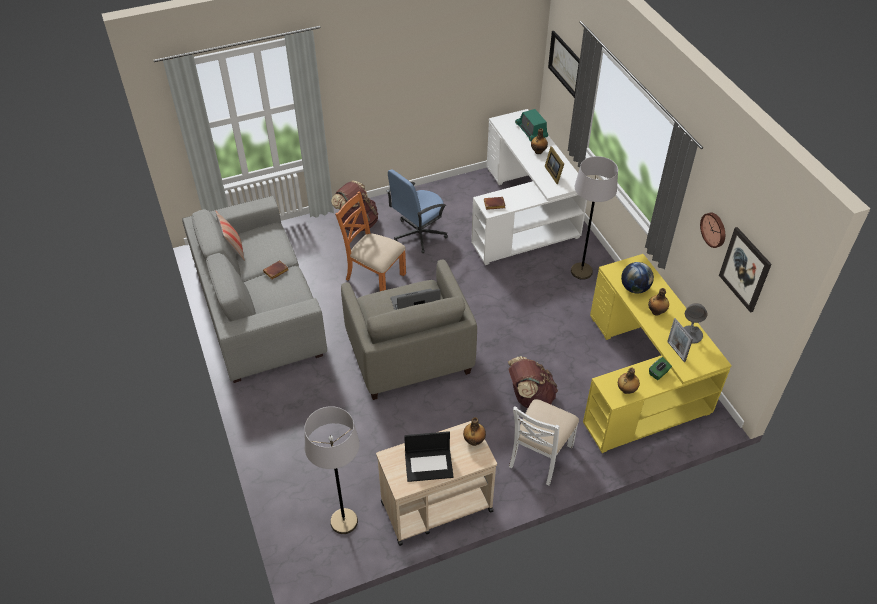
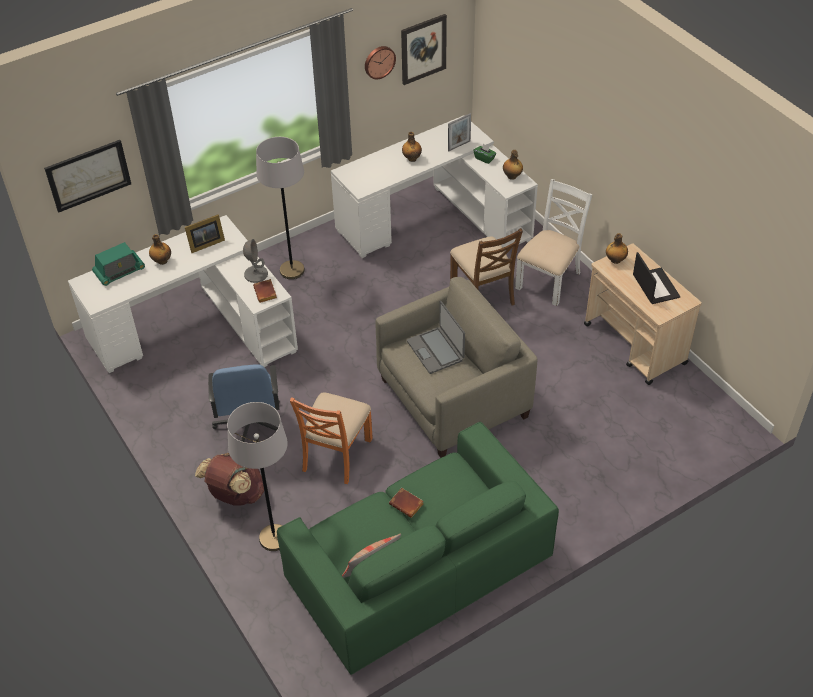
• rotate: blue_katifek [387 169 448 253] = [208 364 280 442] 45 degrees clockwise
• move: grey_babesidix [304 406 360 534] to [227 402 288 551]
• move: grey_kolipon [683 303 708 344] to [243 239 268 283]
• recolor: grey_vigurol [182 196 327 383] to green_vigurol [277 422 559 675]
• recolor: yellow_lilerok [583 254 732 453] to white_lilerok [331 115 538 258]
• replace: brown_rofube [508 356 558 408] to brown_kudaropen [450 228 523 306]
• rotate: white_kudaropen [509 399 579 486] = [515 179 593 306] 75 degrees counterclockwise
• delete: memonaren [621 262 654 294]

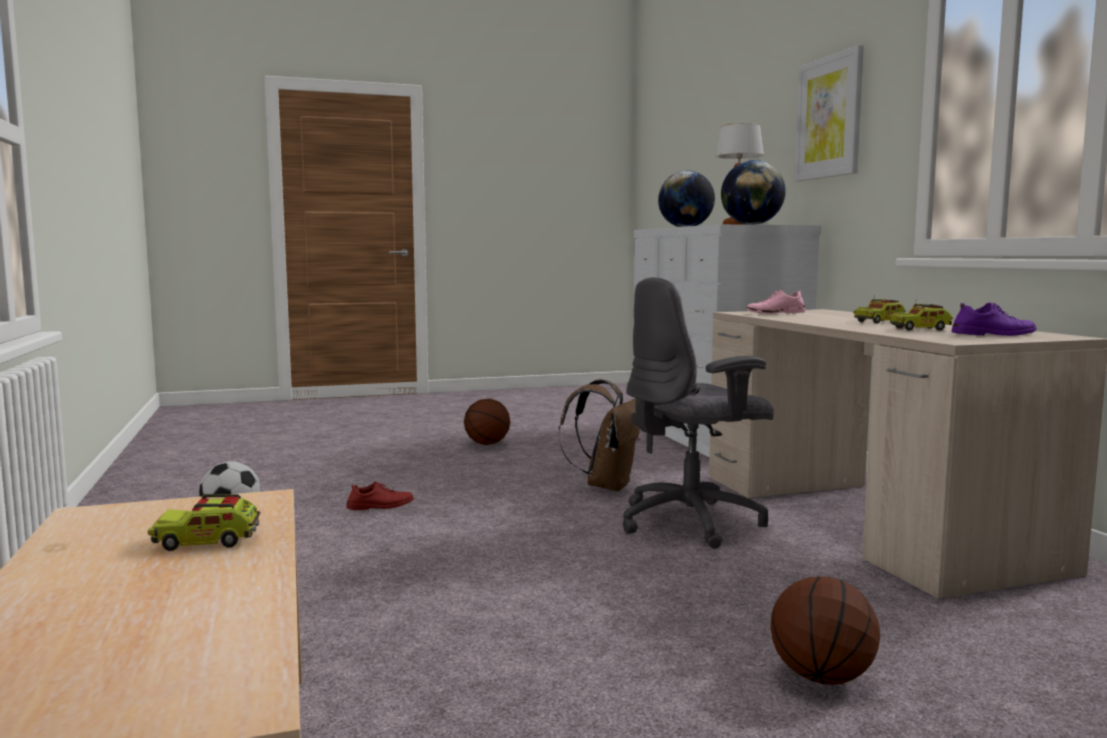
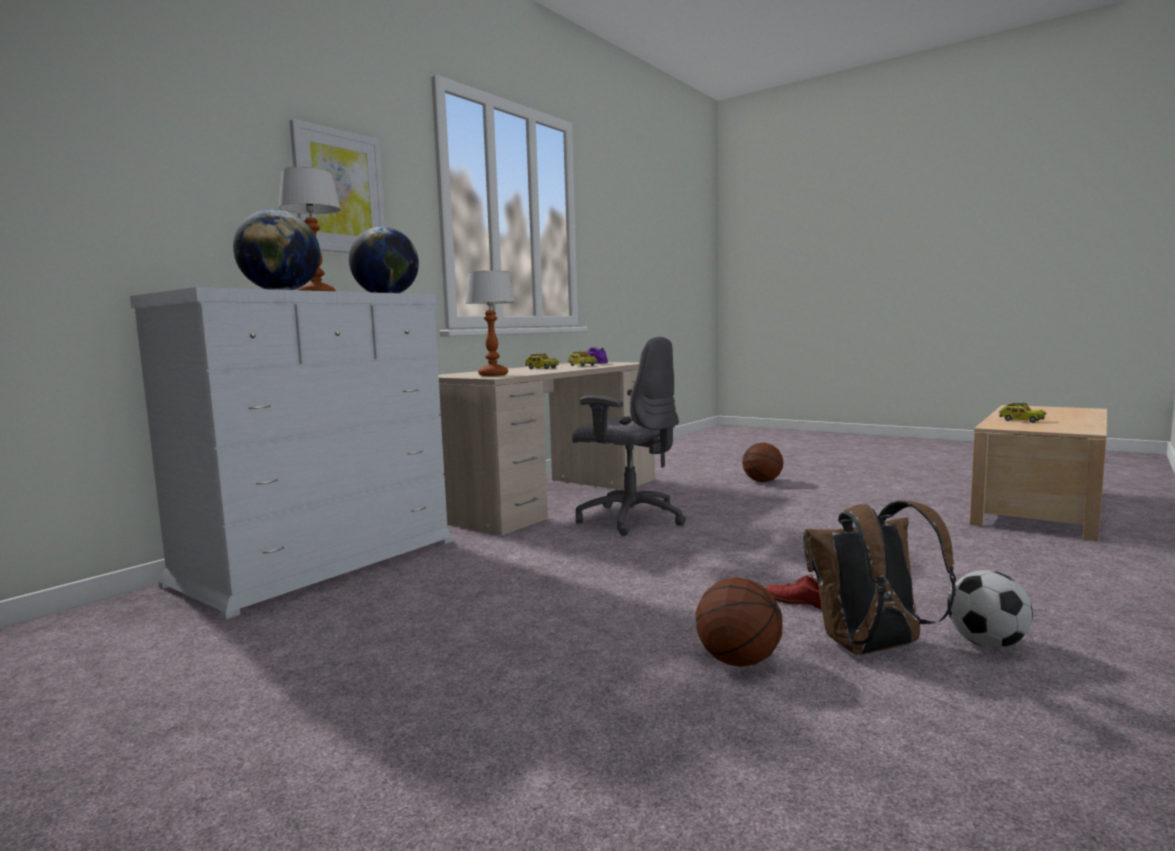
• replace: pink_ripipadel [746 290 805 314] to kolipon [465 270 514 376]
• move: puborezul [464 398 510 445] to [696 577 782 667]
• move: brown_rofube [558 379 640 492] to [803 500 956 655]

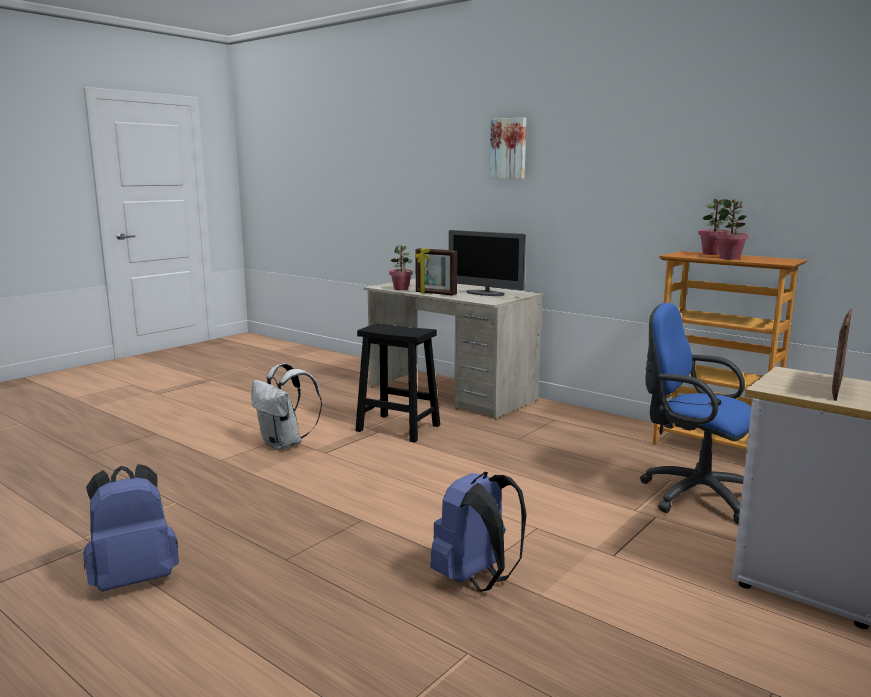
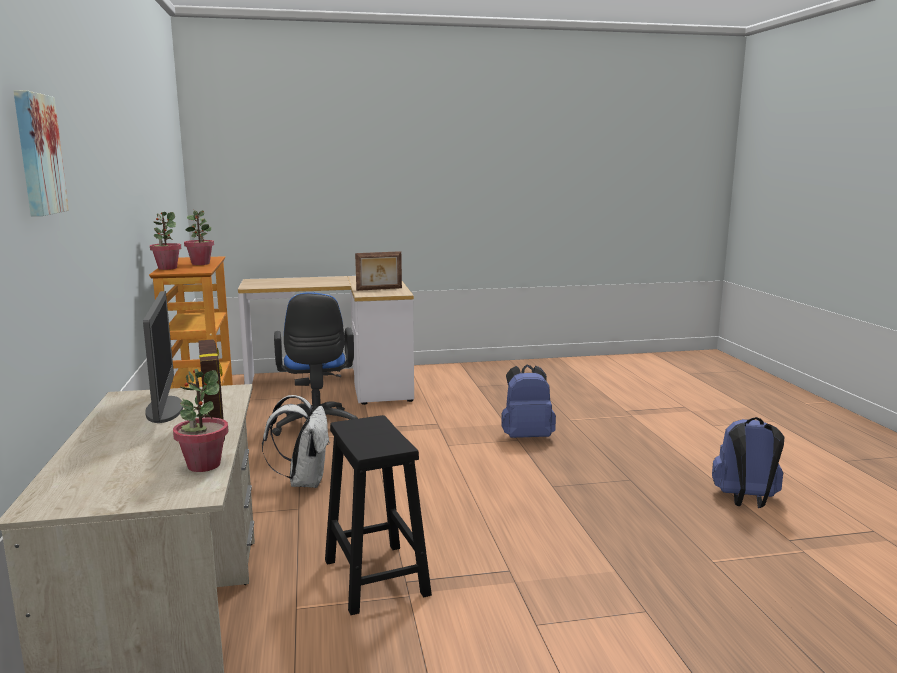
• move: white_rofube [252 363 322 450] to [262 395 329 488]

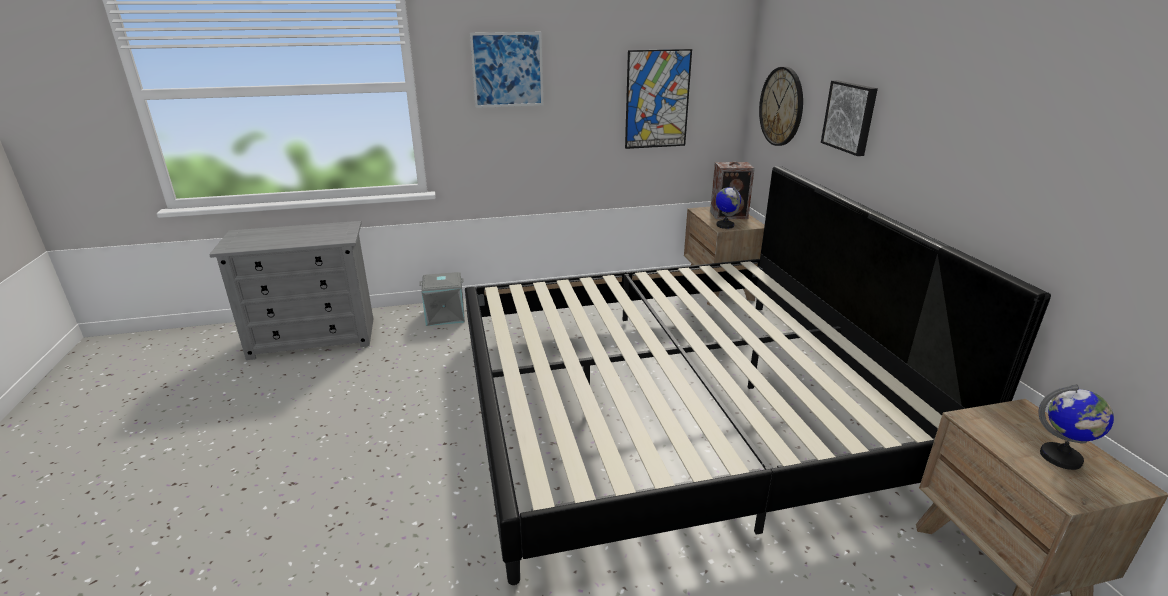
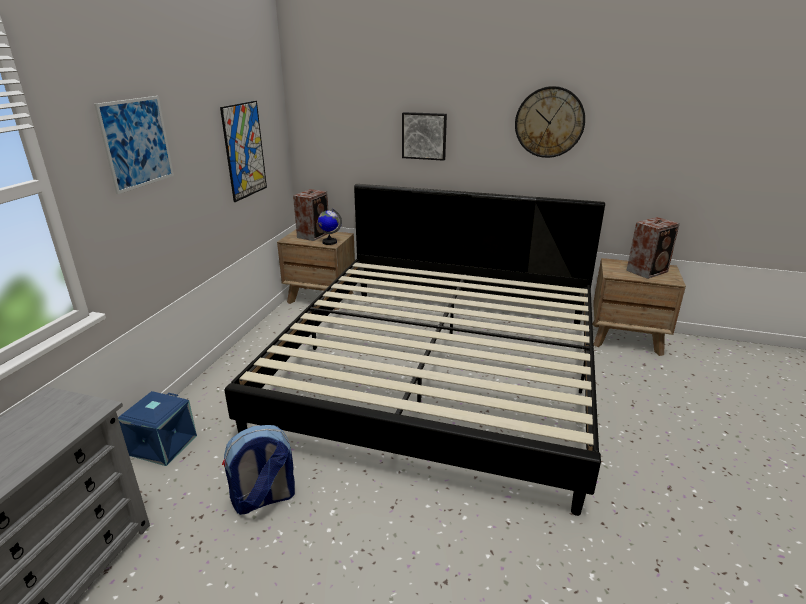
• recolor: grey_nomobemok [419 272 465 326] to blue_nomobemok [118 391 197 466]
• insert: rofube [222 425 295 515]
• move: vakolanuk [759 67 803 146] to [515 86 585 158]
• replace: memonaren [1038 384 1114 470] to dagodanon [626 217 680 279]

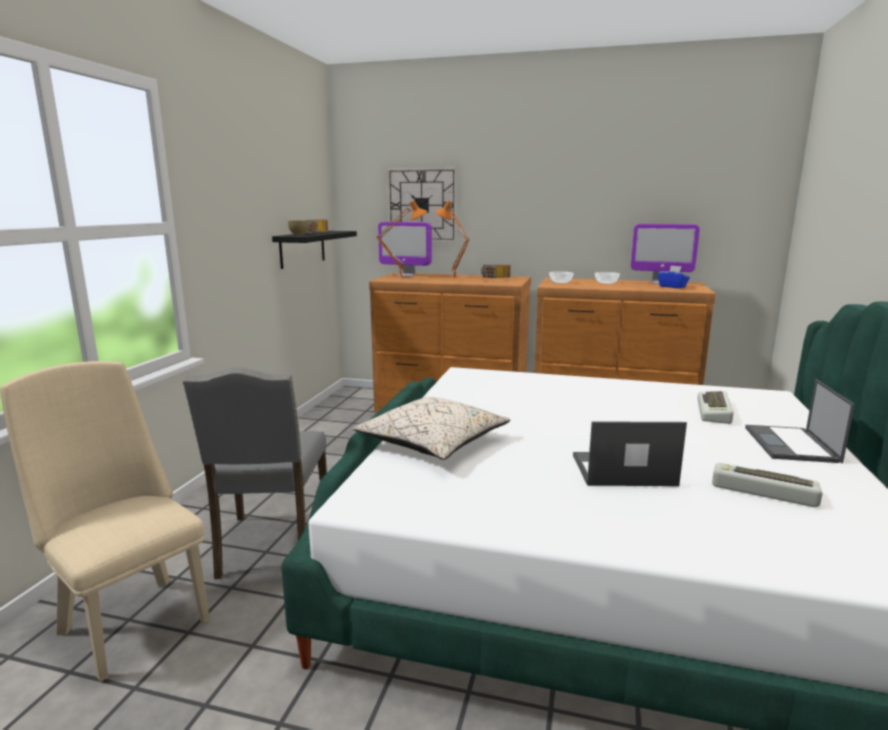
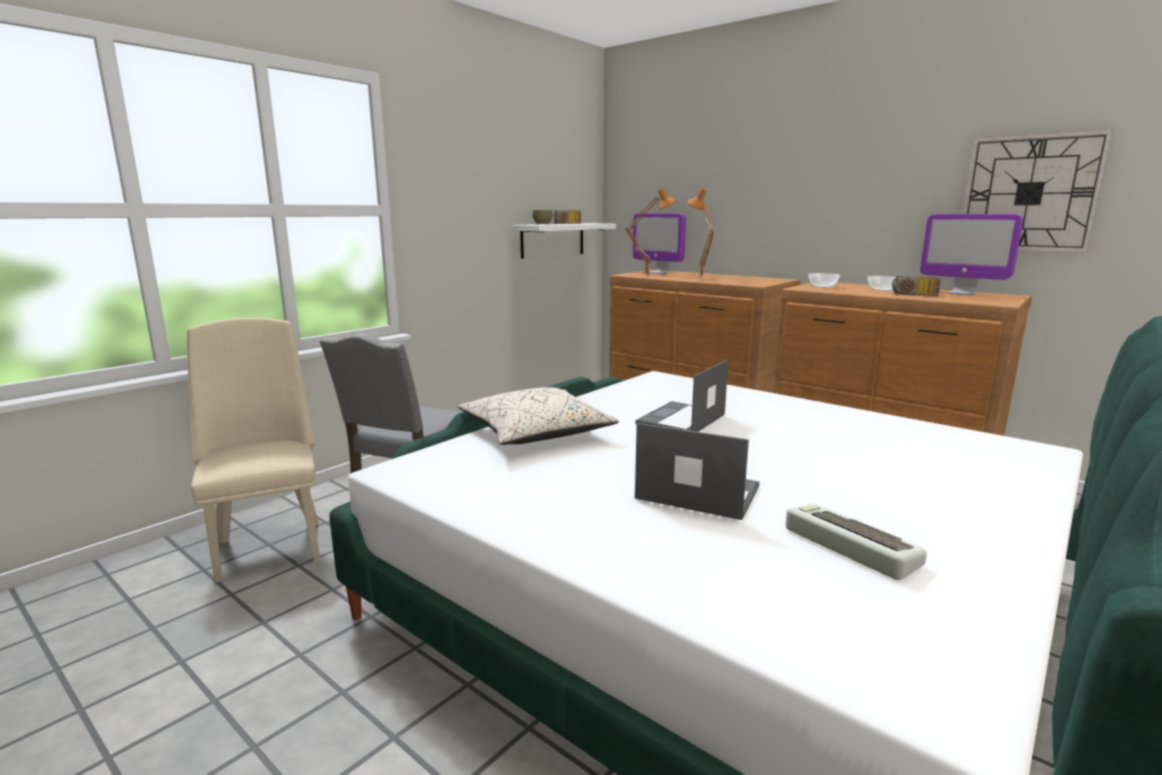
• recolor: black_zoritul [272 231 357 269] to white_zoritul [511 223 616 259]
• move: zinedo [745 379 855 463] to [635 360 728 432]
• move: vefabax [481 265 511 278] to [892 276 941 296]
• move: vakolanuk [386 167 457 243] to [962 130 1113 253]
• delete: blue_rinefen [658 265 690 288]
• delete: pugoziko [697 391 734 424]

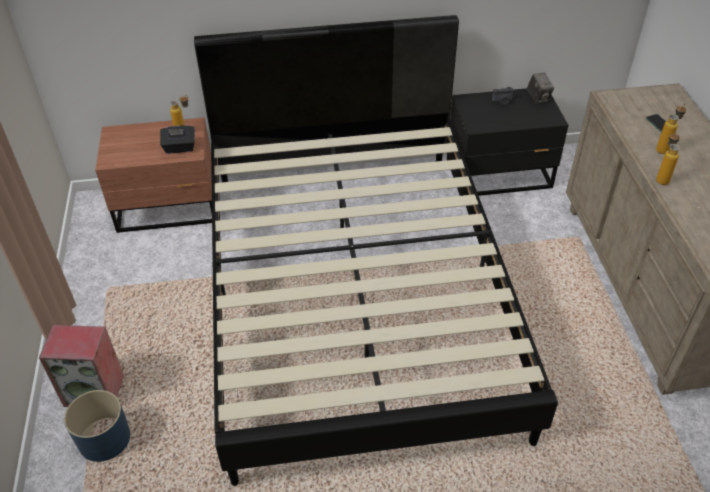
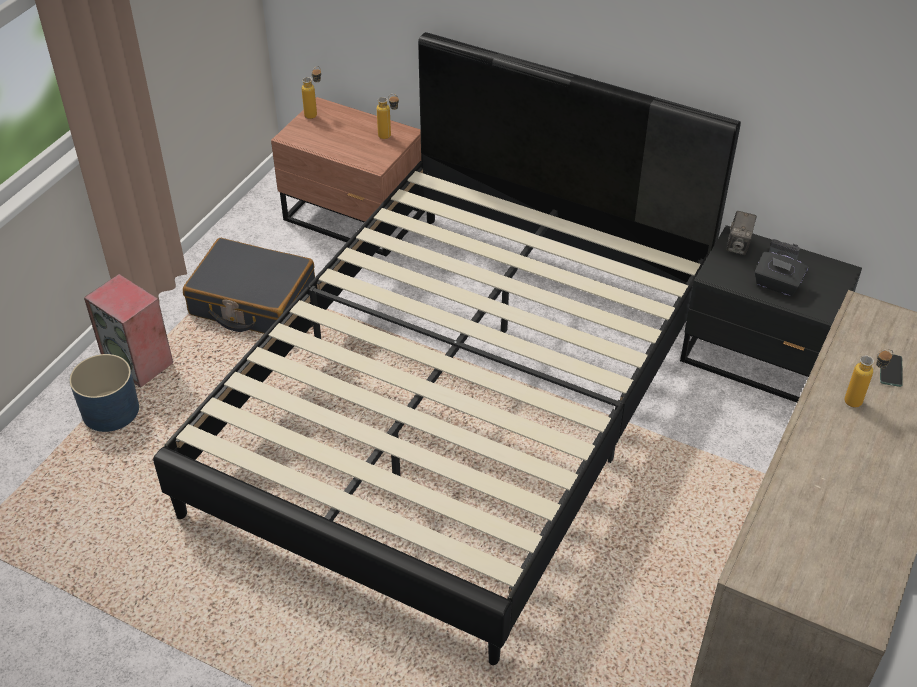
• insert: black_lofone [183 238 315 334]
• move: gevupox [656 130 680 185] to [302 66 321 119]
• move: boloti [527 73 554 104] to [726 211 757 255]
• move: black_rinefen [160 126 195 153] to [754 252 808 296]

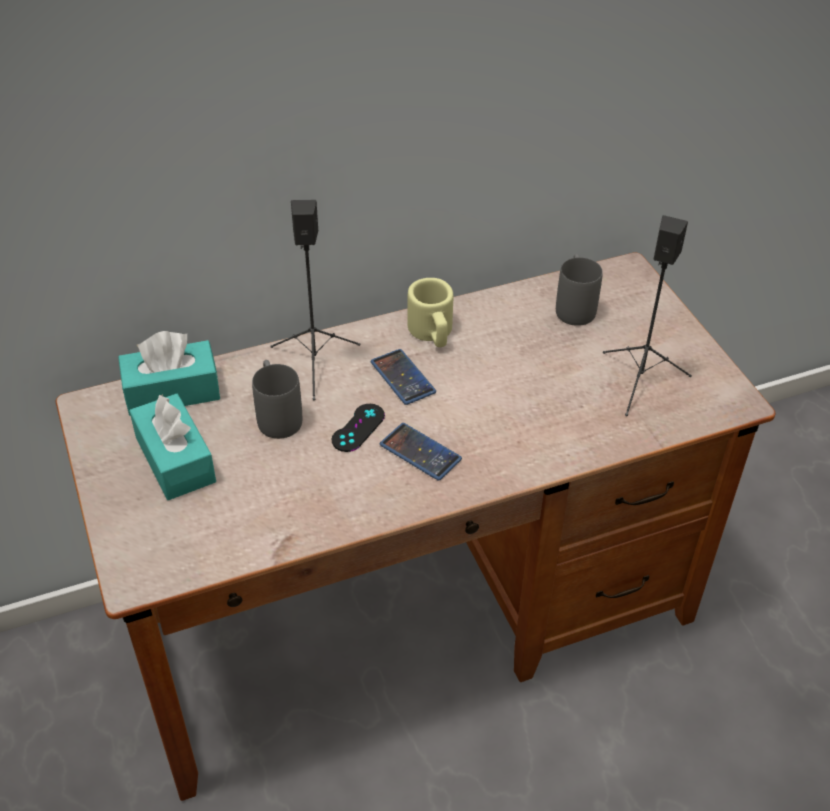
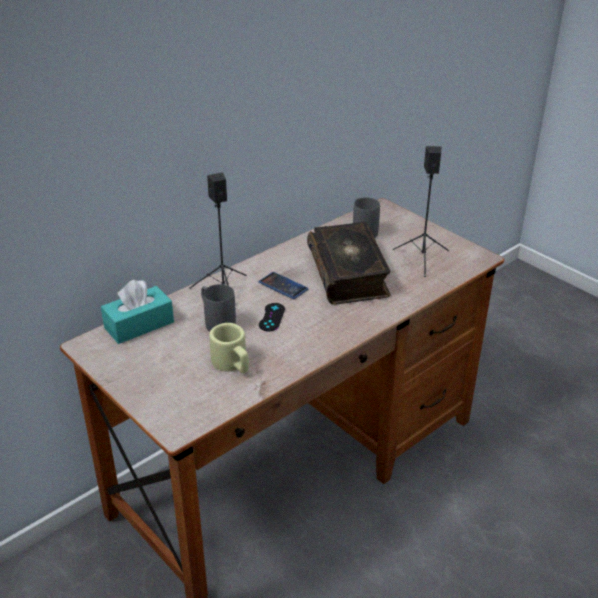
• move: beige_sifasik [407 278 453 347] to [209 323 249 373]
• insert: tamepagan [307 222 391 304]
• delete: turquoise_rinefen [129 393 216 500]
• delete: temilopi [380 423 462 481]

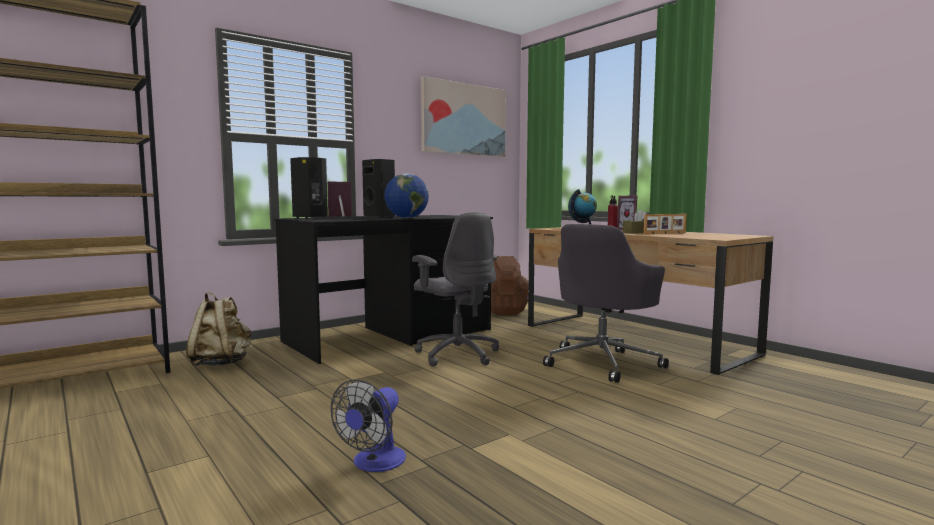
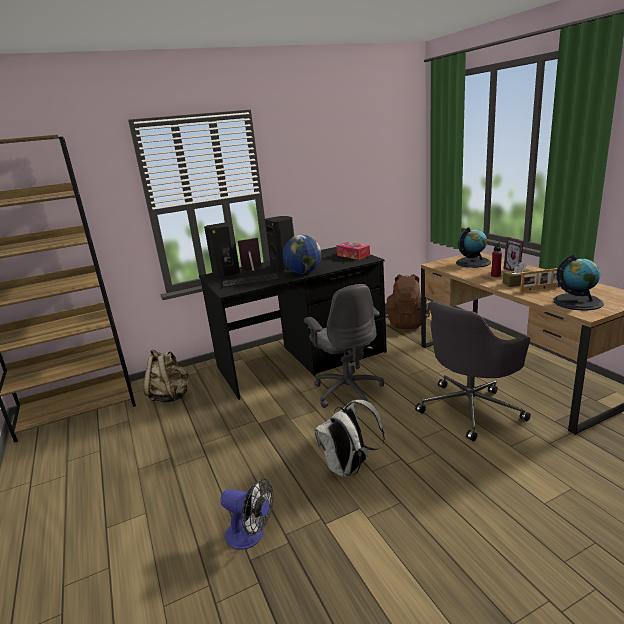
• rotate: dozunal [331 379 406 472] = [220 478 274 550] 105 degrees counterclockwise
• insert: white_rofube [314 400 385 478]
• insert: rinefen [336 242 370 260]
• insert: memonaren [554 254 604 311]
• delete: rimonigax [421 76 506 157]

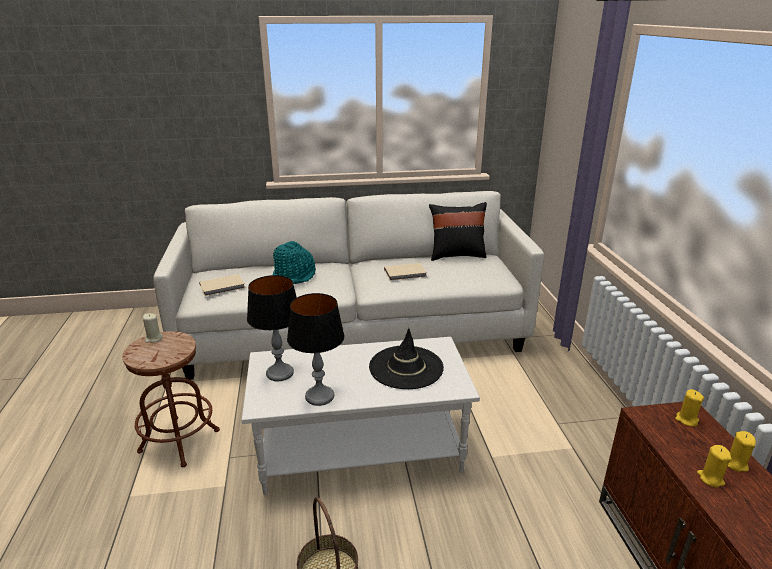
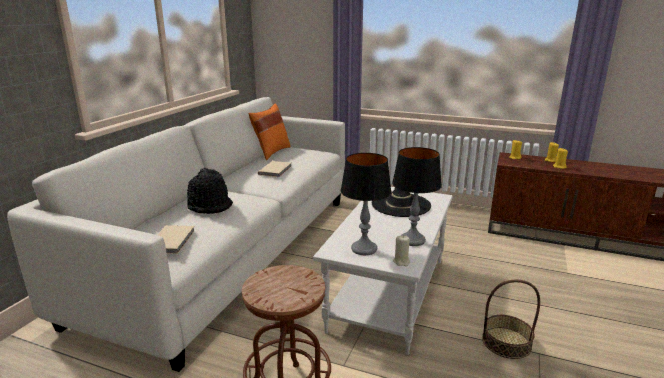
• recolor: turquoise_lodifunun [273 241 316 284] to black_lodifunun [187 168 233 214]
• recolor: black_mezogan [429 202 487 261] to orange_mezogan [248 104 290 160]
• move: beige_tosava [143 313 163 343] to [393 235 410 266]

